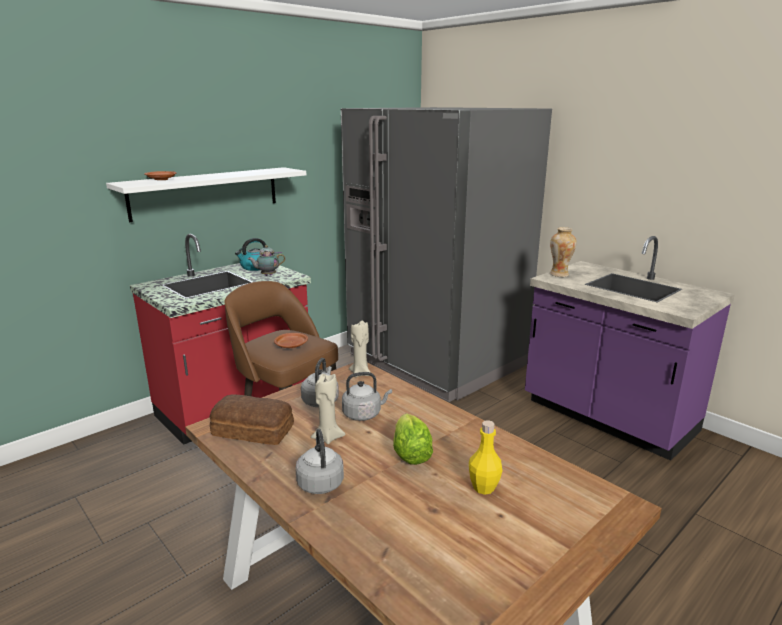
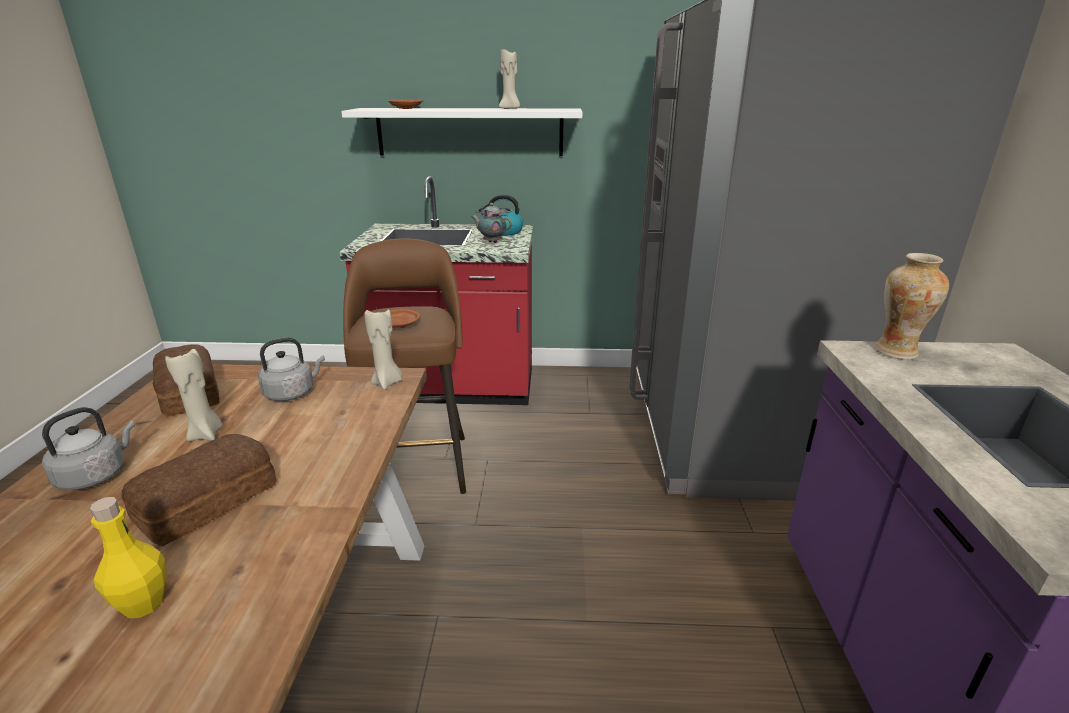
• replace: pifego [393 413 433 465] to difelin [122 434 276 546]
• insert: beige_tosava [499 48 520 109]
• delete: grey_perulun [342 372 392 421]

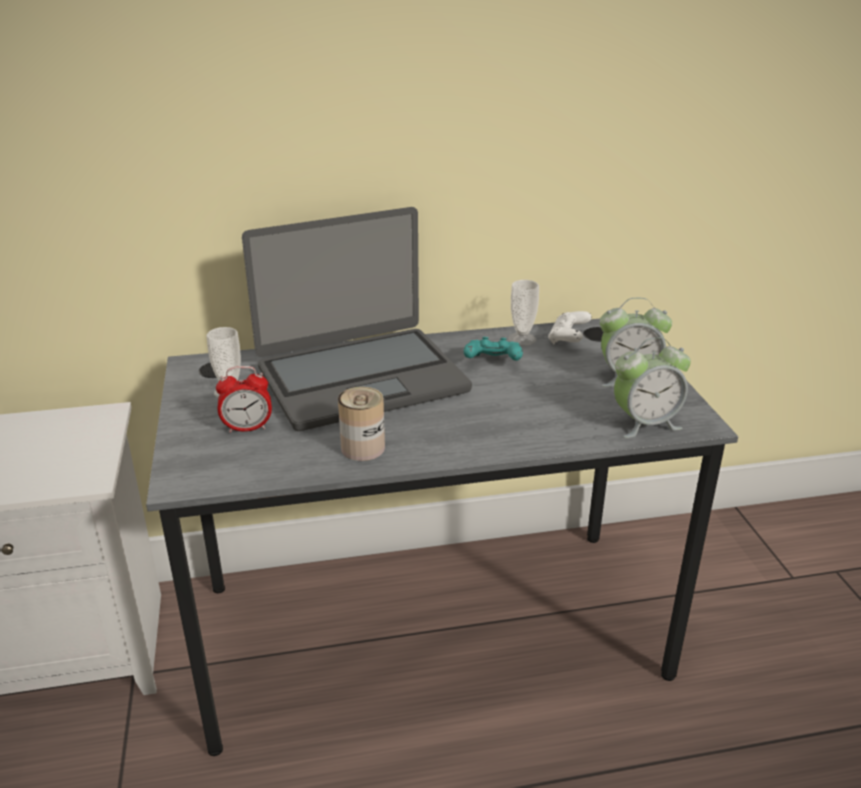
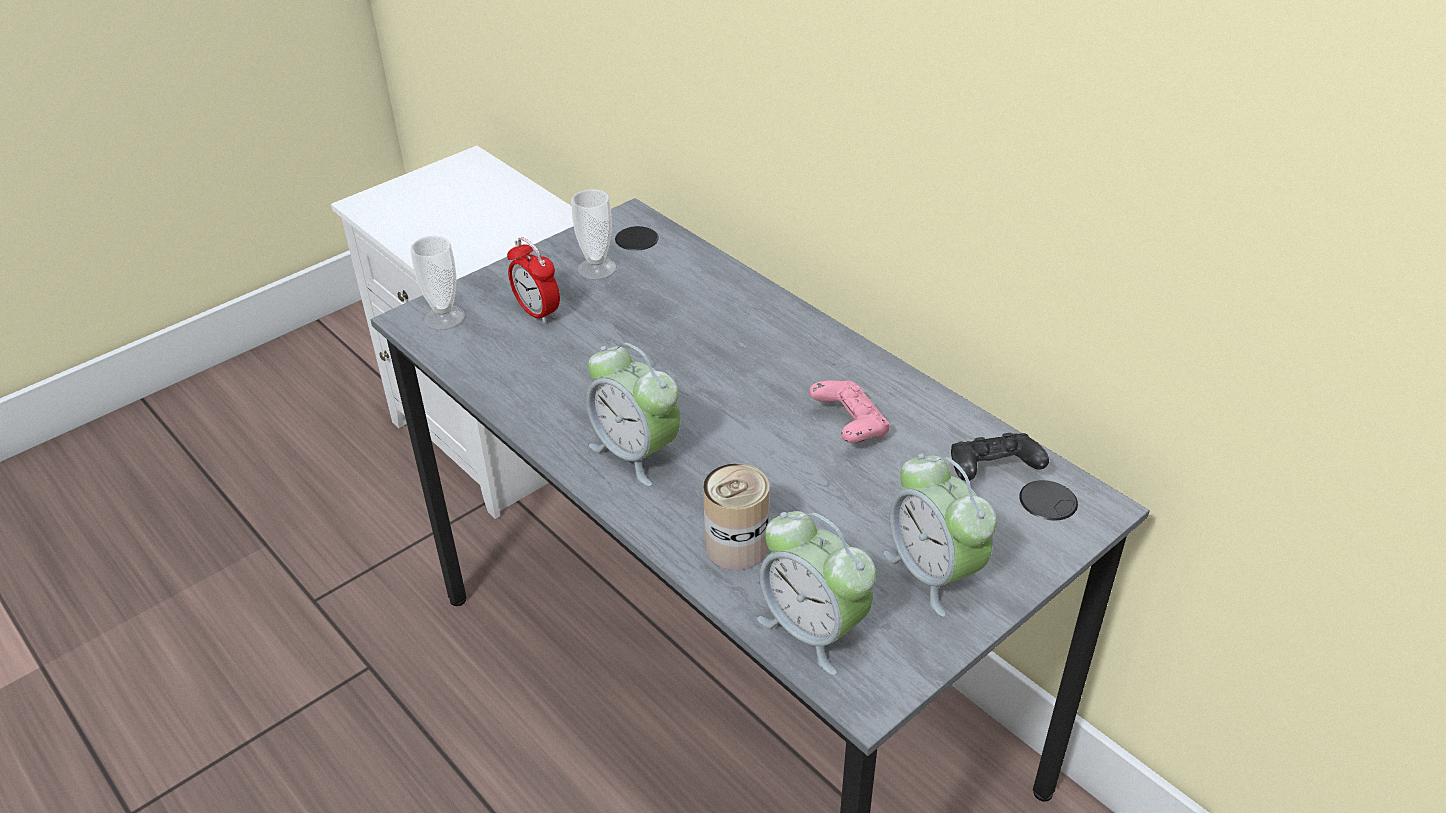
• move: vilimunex [508 280 539 346] to [410 236 465 330]
• insert: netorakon [586 343 681 486]
• move: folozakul [338 387 385 461] to [703 463 769 570]
• recolor: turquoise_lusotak [464 337 523 361] to pink_lusotak [809 380 890 443]
• recolor: white_lusotak [548 311 592 344] to black_lusotak [951 433 1049 481]
• delete: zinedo [242 207 472 431]

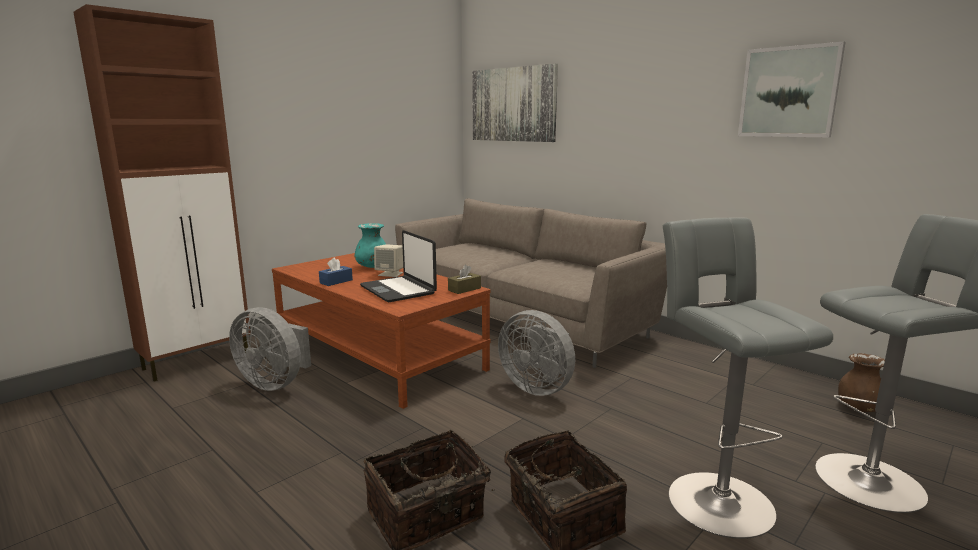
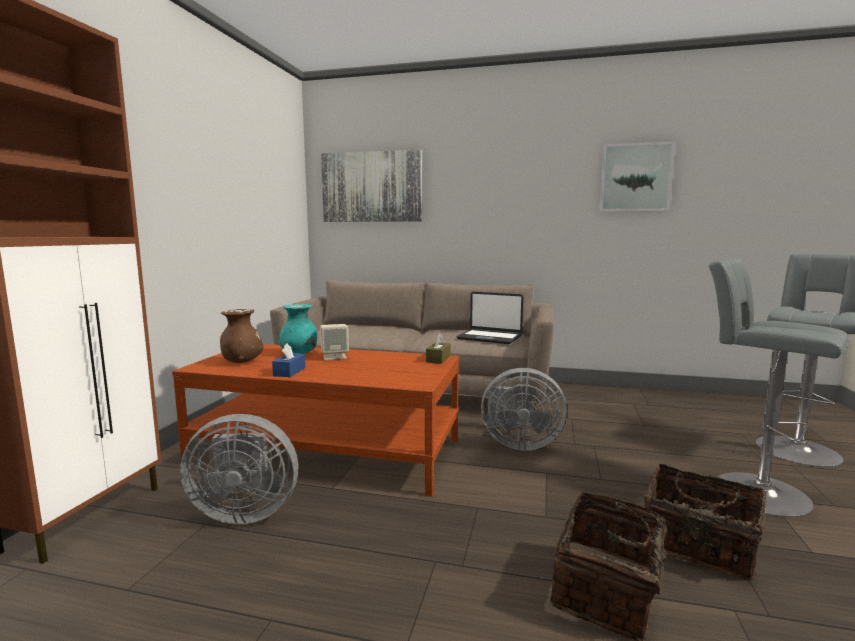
• move: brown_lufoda [838 353 885 412] to [220 309 264 363]
• move: zinedo [360 230 437 302] to [456 292 523 344]

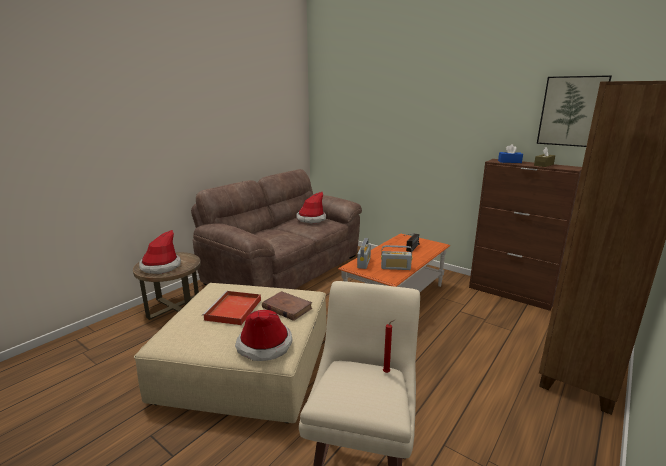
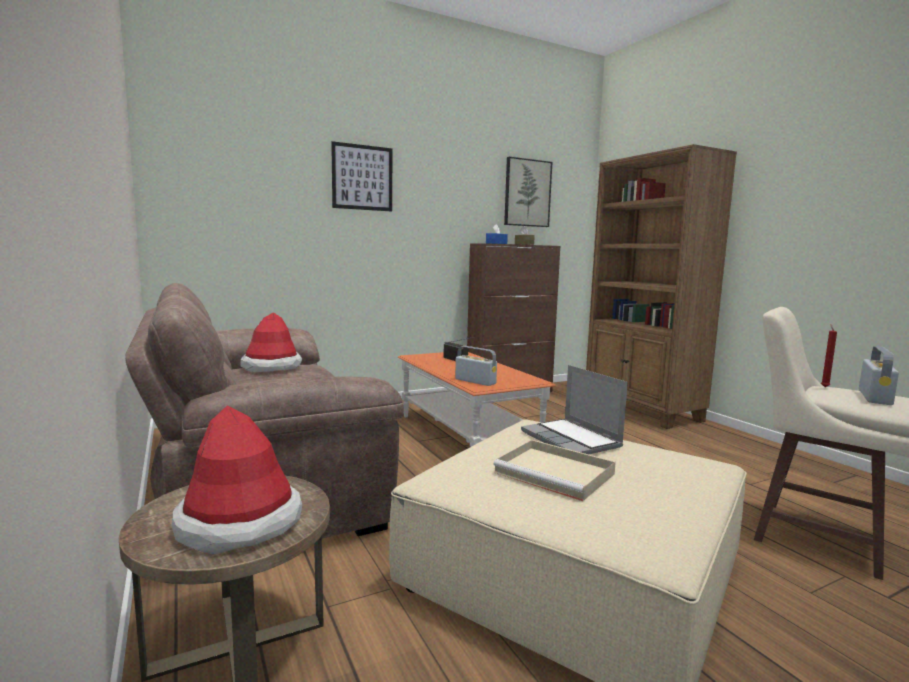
• insert: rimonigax [331 141 392 212]
• recolor: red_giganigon [202 291 261 325] to beige_giganigon [494 440 616 501]
• replace: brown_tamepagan [262 291 312 321] to zinedo [521 365 628 454]
• move: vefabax [381 245 412 270] to [859 346 899 405]
• delete: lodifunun [235 310 293 361]

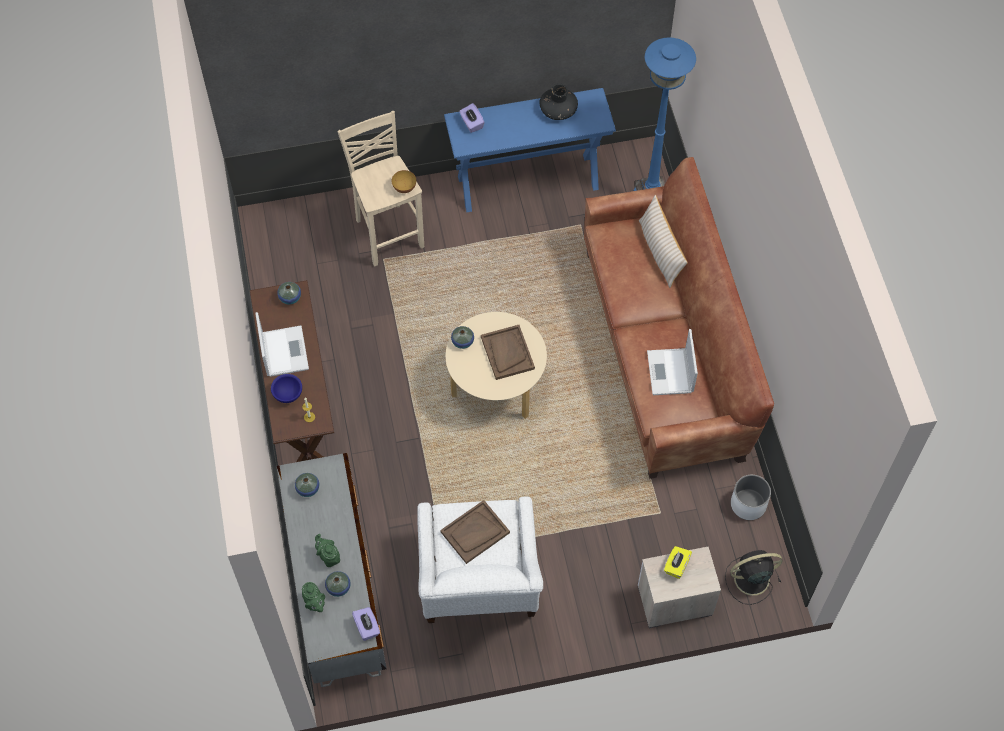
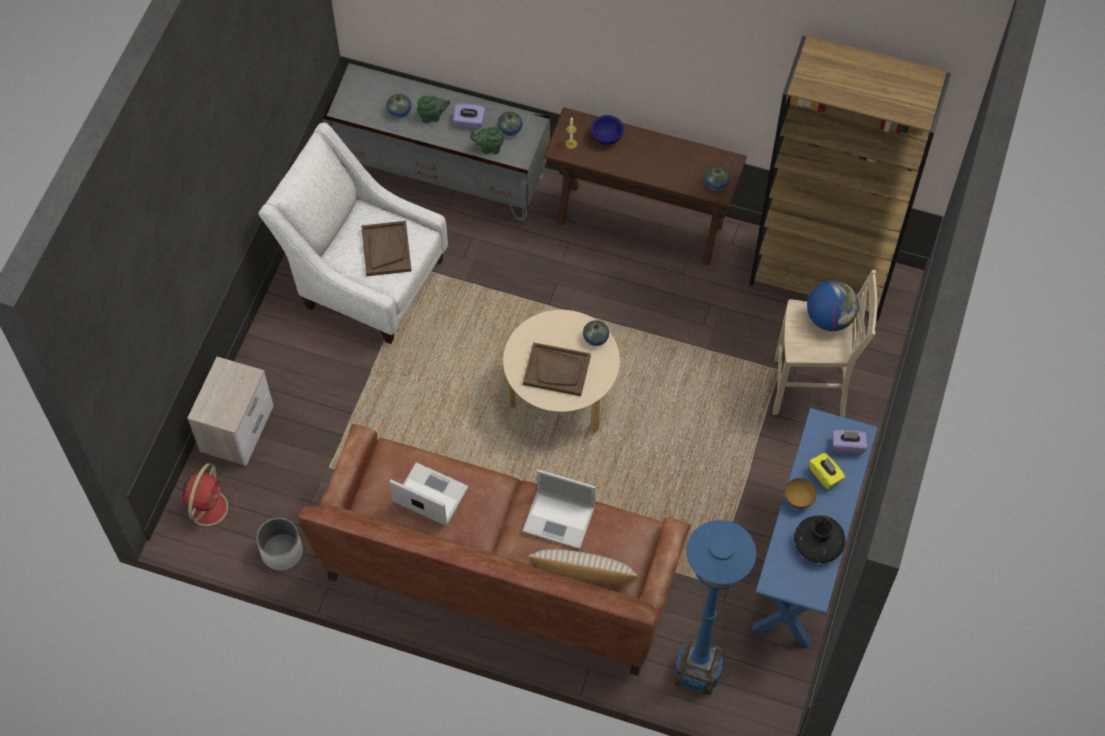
• recolor: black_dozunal [725 550 783 605] to red_dozunal [181 463 238 534]
• move: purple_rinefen [352 607 380 641] to [453 103 485 128]
• move: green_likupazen [302 582 325 612] to [470 127 504 155]
• move: zinedo [255 312 309 377] to [522 469 596 549]
• insert: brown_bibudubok [750 36 951 320]
• move: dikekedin [392 170 416 193] to [785 478 817 509]
• insert: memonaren [807 280 859 331]
• move: yellow_rinefen [664 546 692 579] to [809 453 845 490]

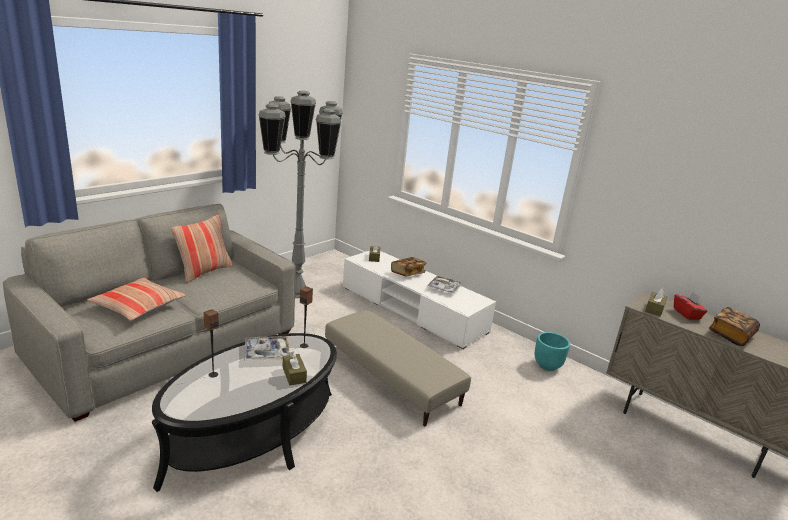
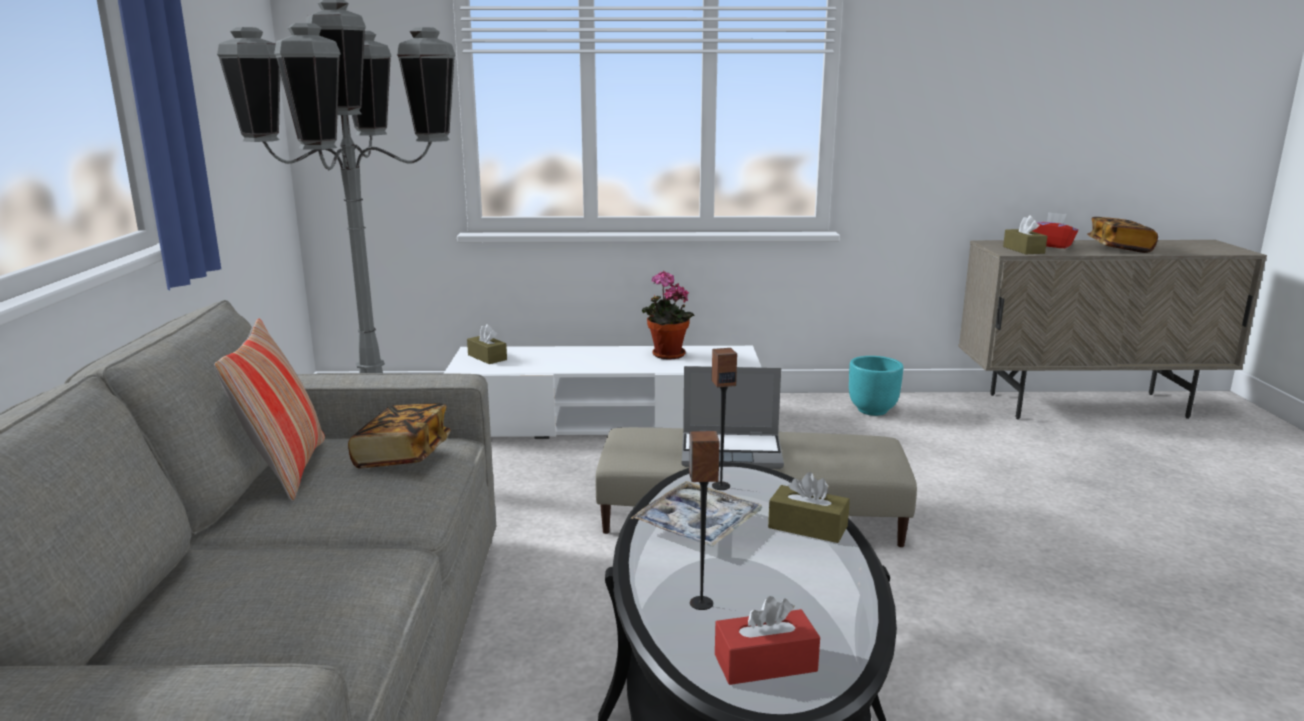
• move: tamepagan [391 257 426 276] to [348 404 451 469]
• replace: giganigon [427 275 463 294] to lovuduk [642 271 695 360]
• insert: zinedo [682 366 784 469]
• insert: red_rinefen [715 596 820 685]
• delete: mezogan [87 277 186 321]

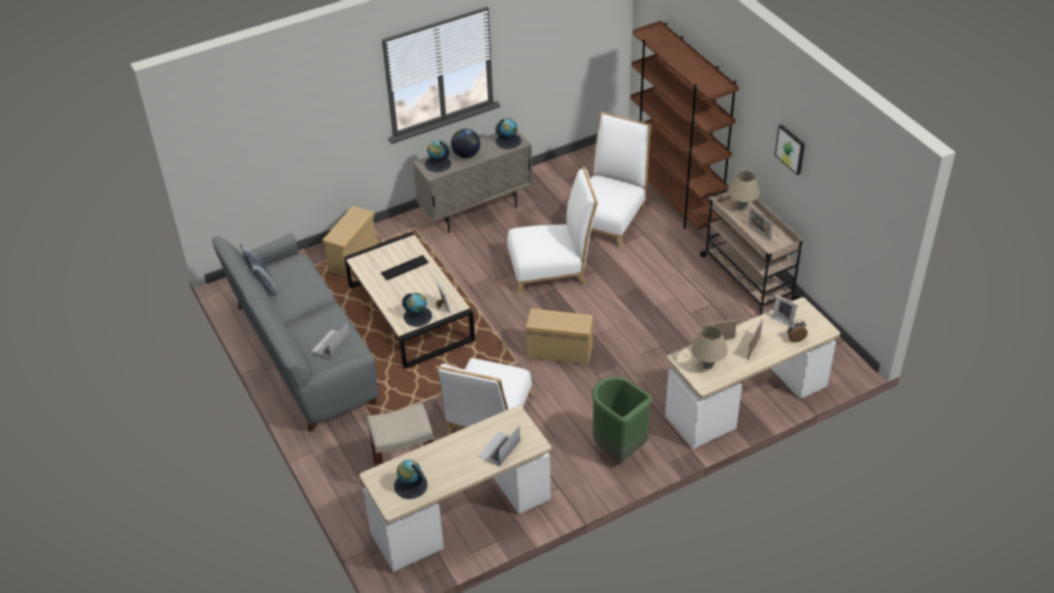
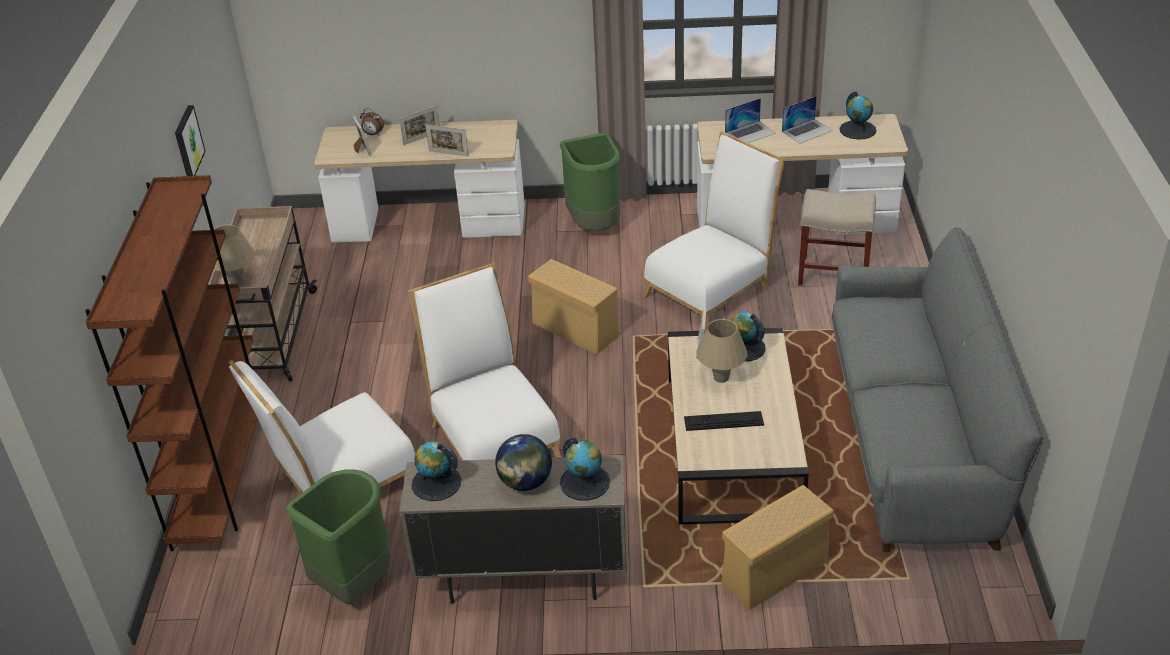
• insert: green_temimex [286 469 391 604]
• rotate: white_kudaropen [507 166 598 295] = [408 263 562 460] 45 degrees clockwise
• move: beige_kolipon [691 325 728 369] to [696 319 747 383]
• move: zinedo [312 322 350 359] to [782 96 833 144]
• delete: mezogan [240 244 277 297]
• delete: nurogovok [748 206 773 241]

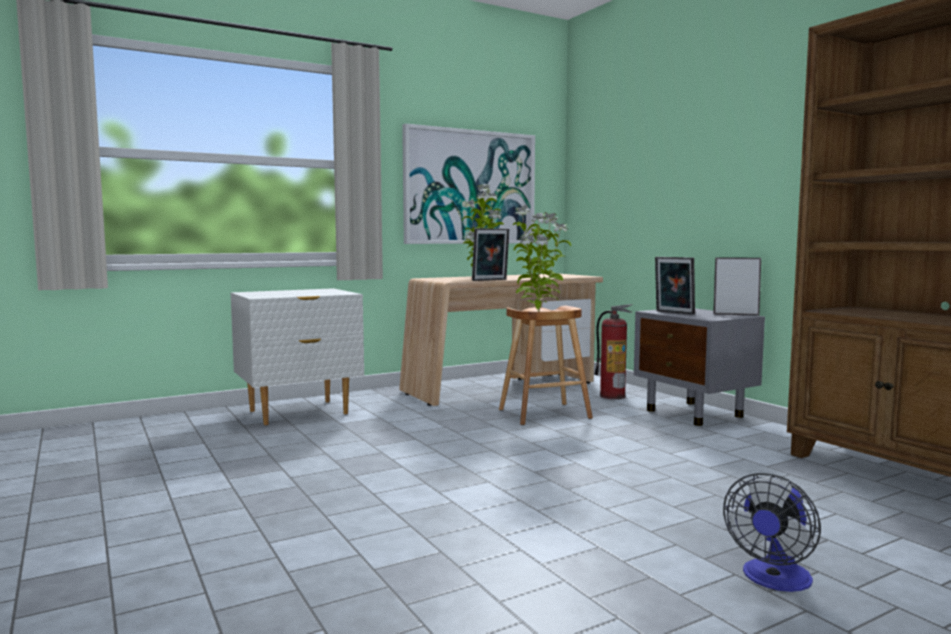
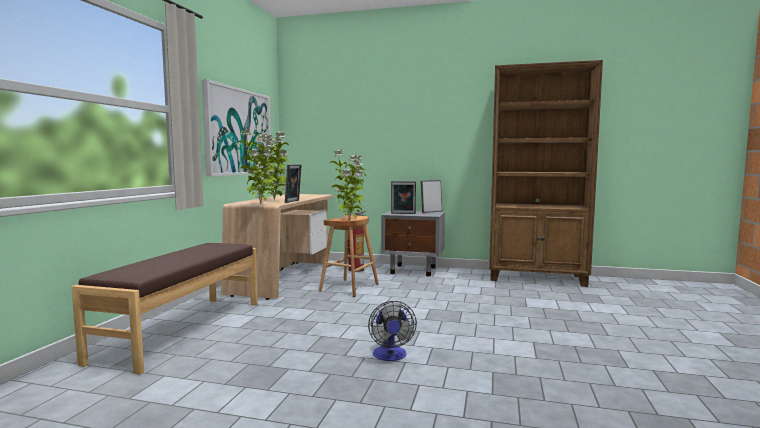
• replace: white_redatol [231 288 364 425] to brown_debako [71 243 258 375]
• insert: lovuduk [237 129 280 204]
• move: dozunal [723 473 821 592] to [368 301 417 361]

